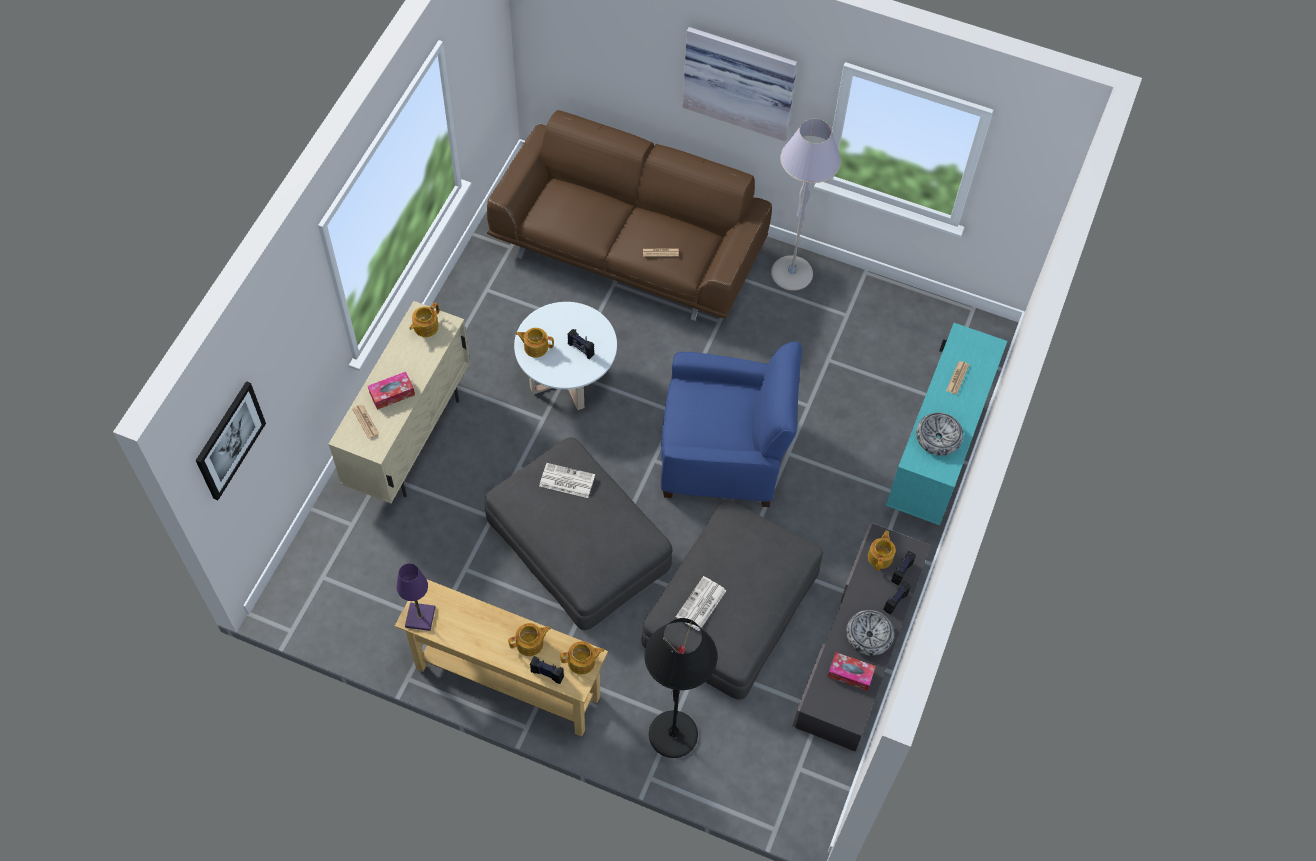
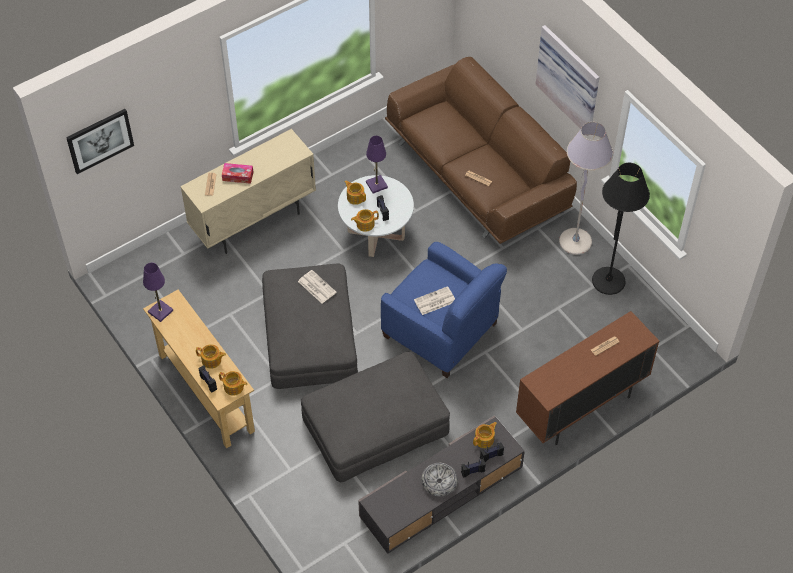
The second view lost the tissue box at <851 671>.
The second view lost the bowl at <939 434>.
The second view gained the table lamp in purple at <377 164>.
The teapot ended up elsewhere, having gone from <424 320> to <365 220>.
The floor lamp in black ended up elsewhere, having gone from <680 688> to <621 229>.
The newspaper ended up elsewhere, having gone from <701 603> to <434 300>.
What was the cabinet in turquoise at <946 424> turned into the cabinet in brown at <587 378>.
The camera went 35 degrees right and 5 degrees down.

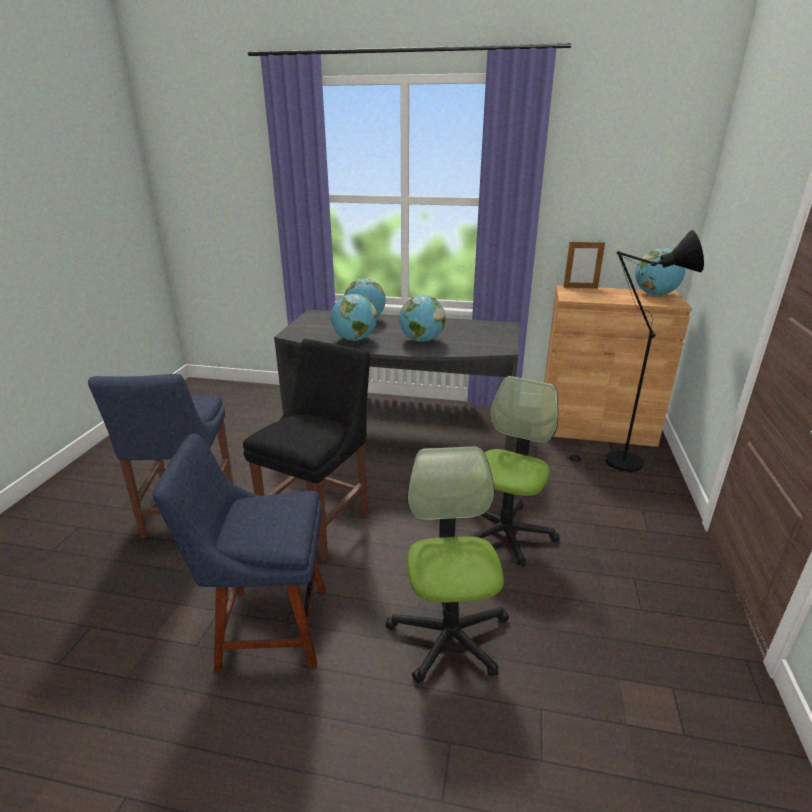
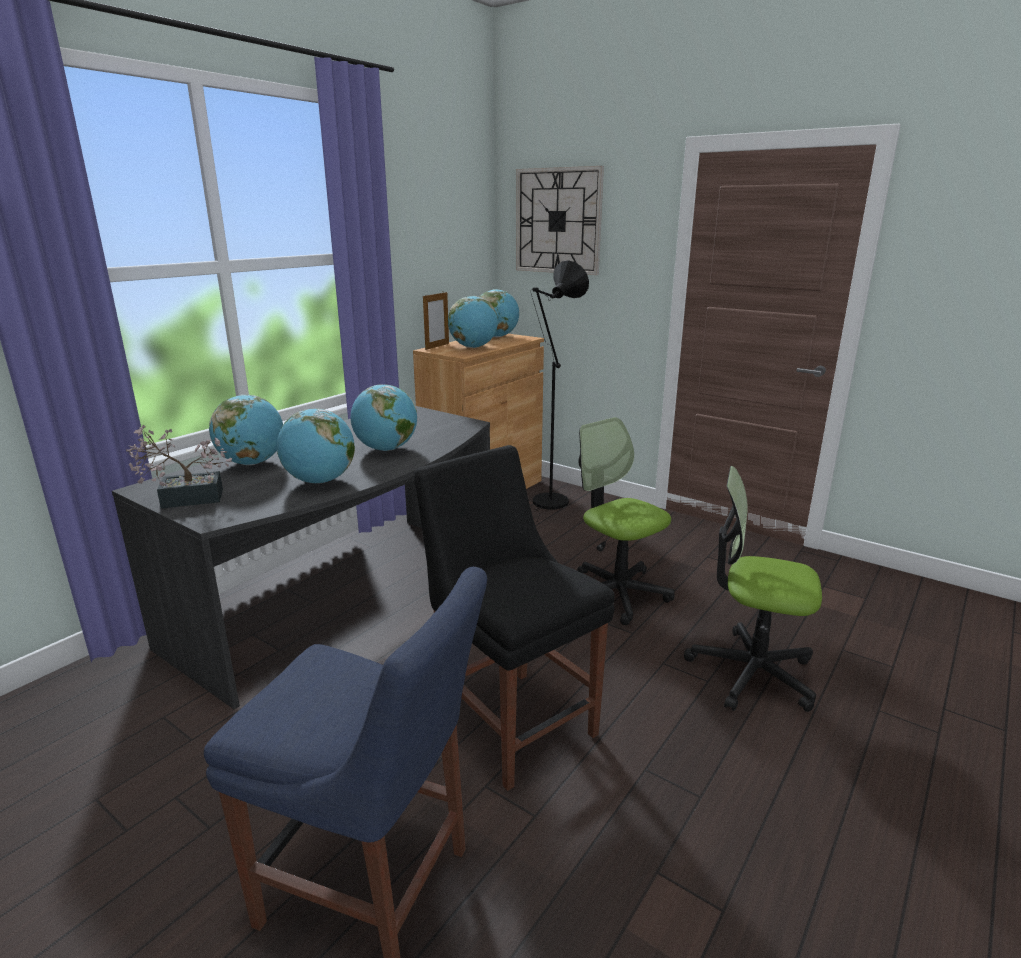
The second view lost the chair in blue at <239 553>.
The second view gained the potted plant at <179 467>.
The second view gained the globe at <473 322>.
The second view gained the wall clock at <560 220>.
The camera went 65 degrees left and 5 degrees down.

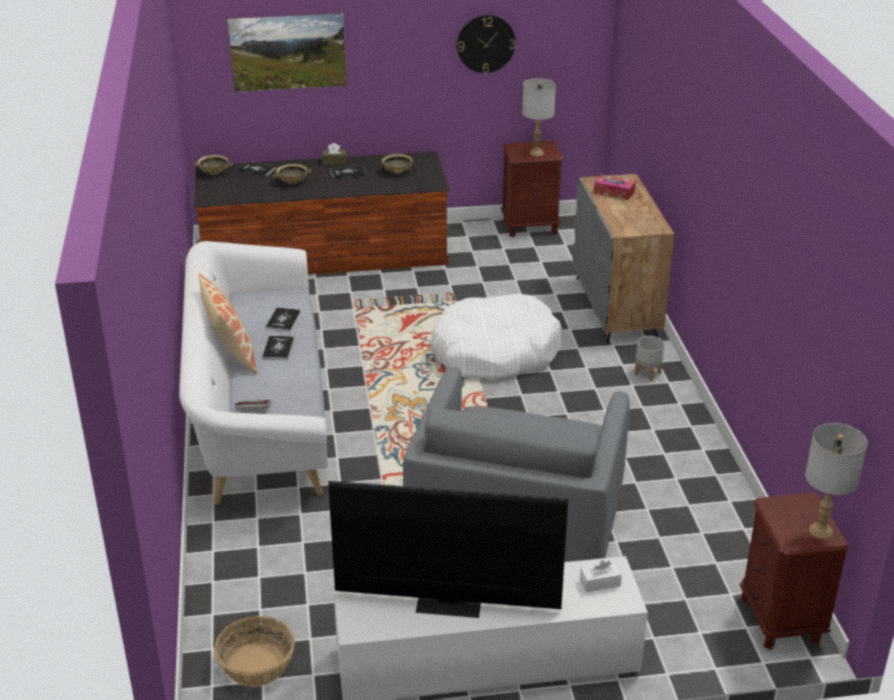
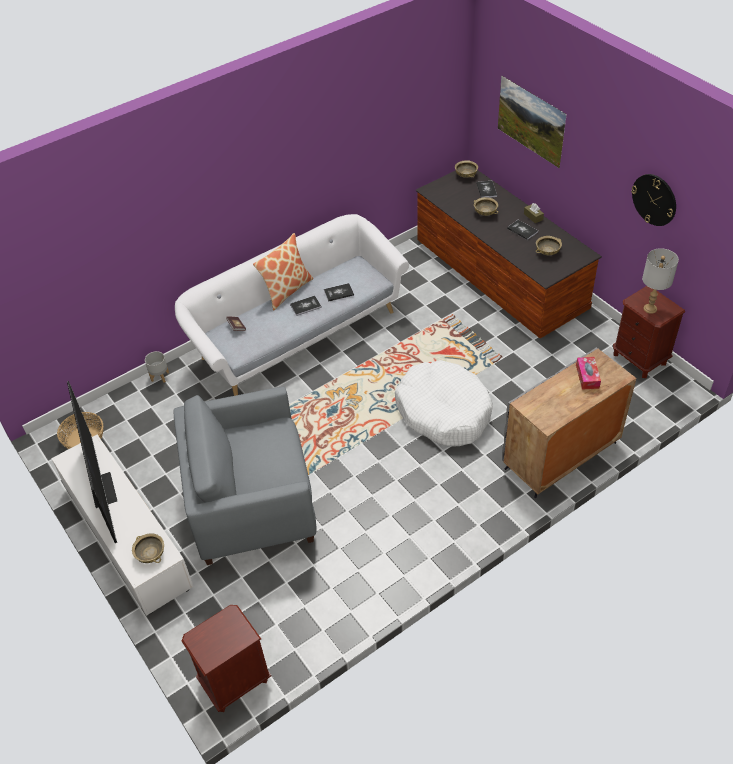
The second view lost the table lamp in grey at <836 481>.
The planter in grey ended up elsewhere, having gone from <649 358> to <157 367>.
Where the tissue box in white stood at <601 576>, the bowl in beige came to stand at <148 548>.
The camera went 65 degrees right and 15 degrees up.

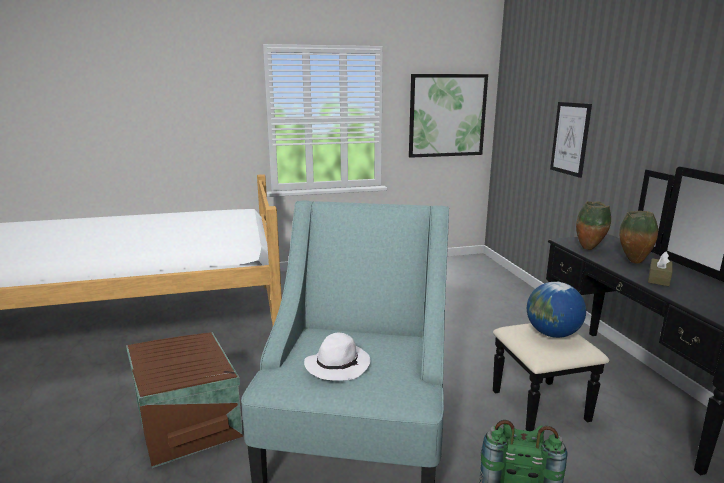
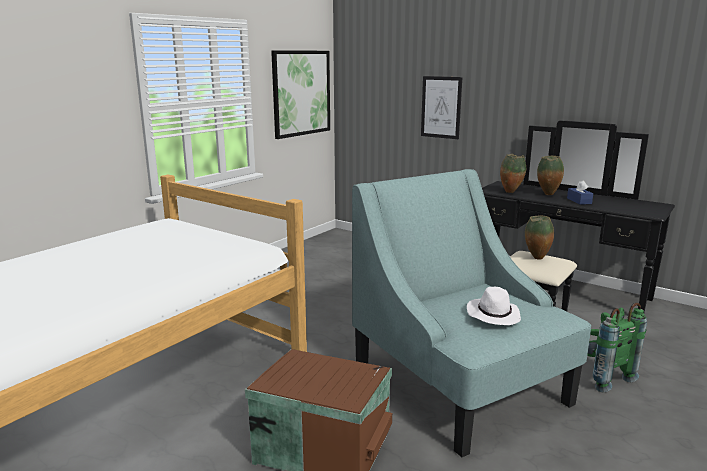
Where the globe stood at <556 310>, the vase came to stand at <539 237>.
What was the tissue box in brown at <660 269> turned into the tissue box in blue at <580 192>.
The camera went 40 degrees left and 0 degrees up.

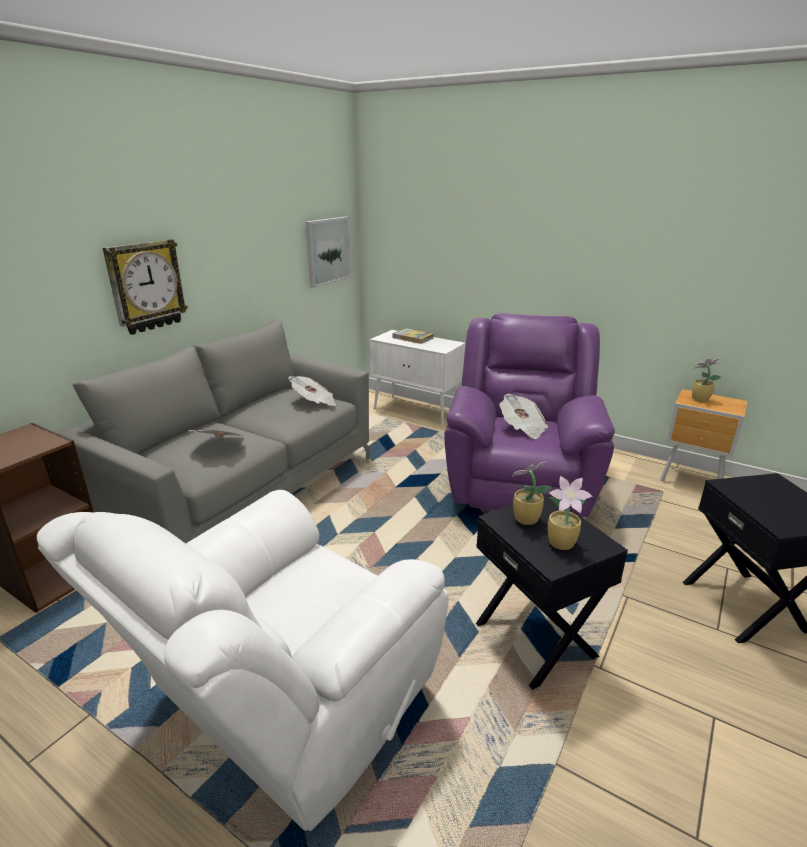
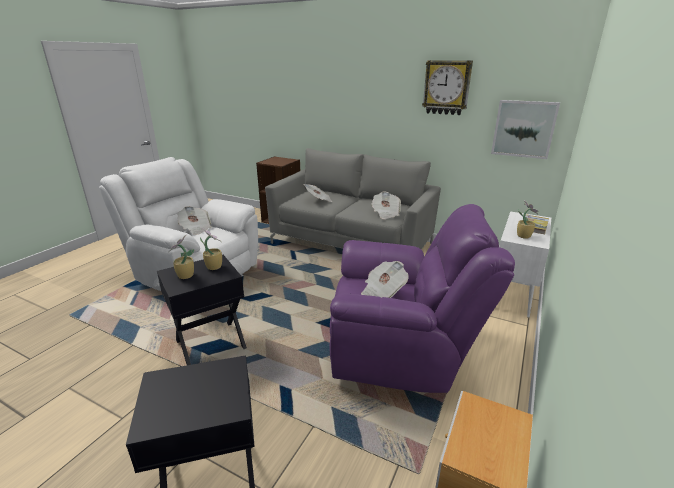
The second view gained the newspaper at <194 220>.
The wall clock ended up elsewhere, having gone from <145 287> to <447 87>.
The potted plant ended up elsewhere, having gone from <706 380> to <528 220>.
The camera went 85 degrees right and 0 degrees up.

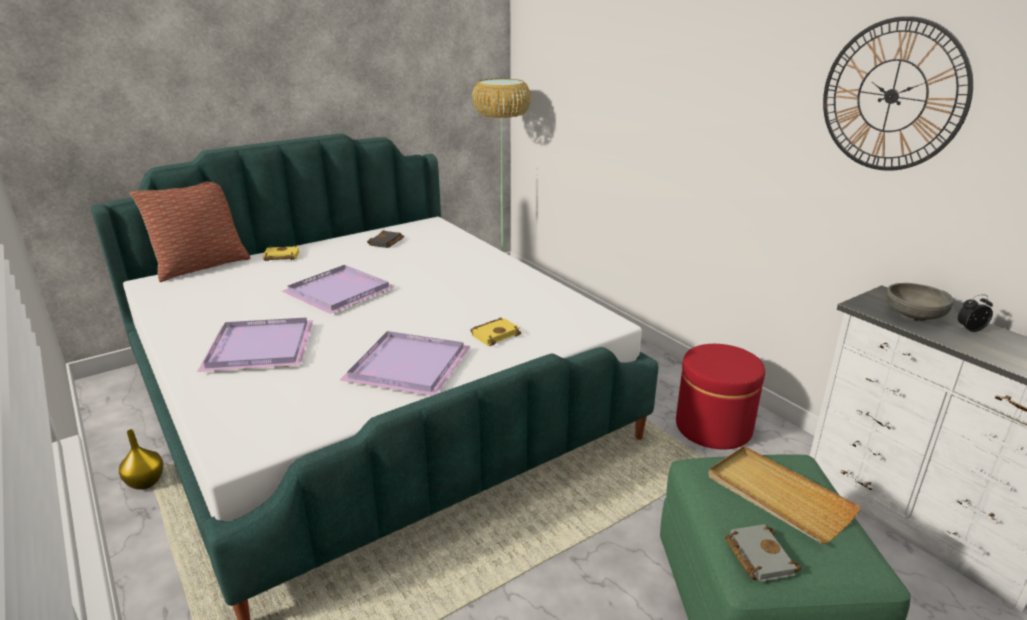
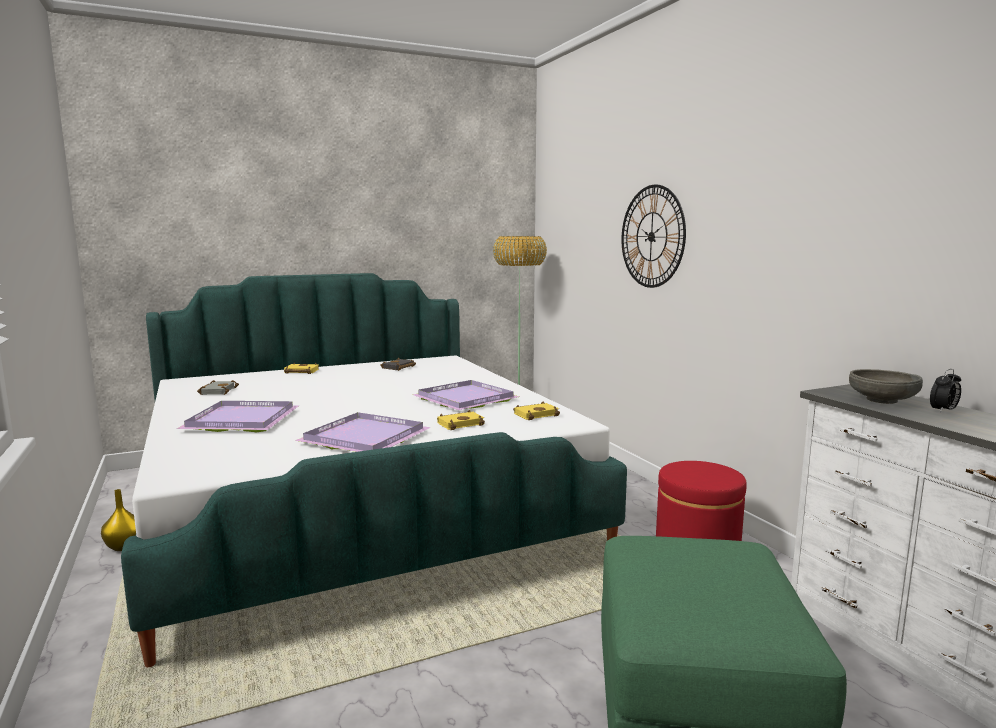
The second view lost the pillow at <190 231>.
The second view lost the tray in beige at <785 495>.
The second view gained the book in yellow at <536 411>.
The tray in purple ended up elsewhere, having gone from <339 289> to <465 395>.
The book in grey ended up elsewhere, having gone from <763 553> to <218 387>.
The wall clock ended up elsewhere, having gone from <898 93> to <654 236>.
The alarm clock at <975 313> ended up facing another way, 150 degrees clockwise from before.
The camera went 10 degrees right and 15 degrees down.

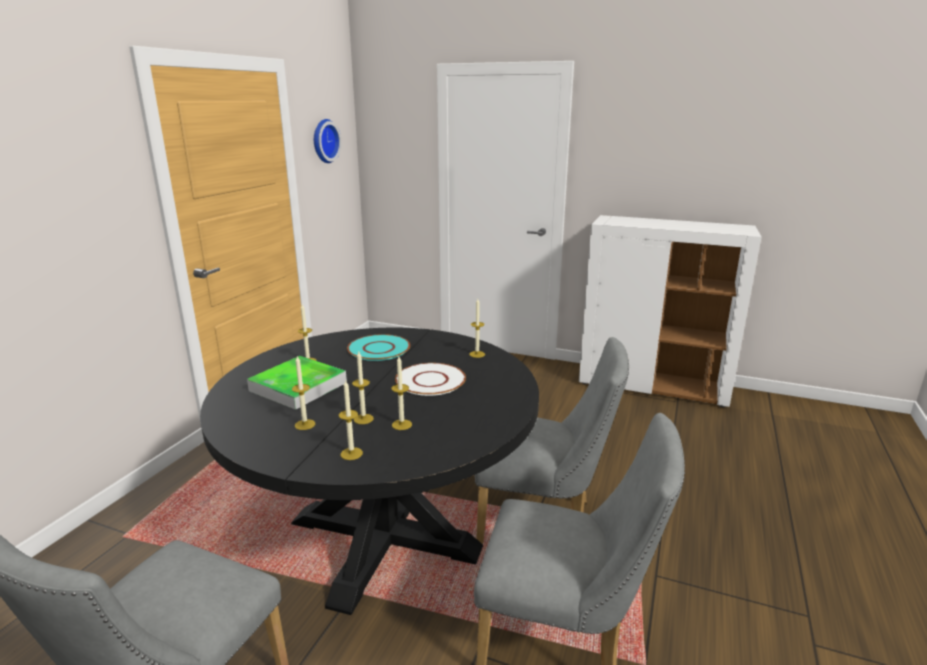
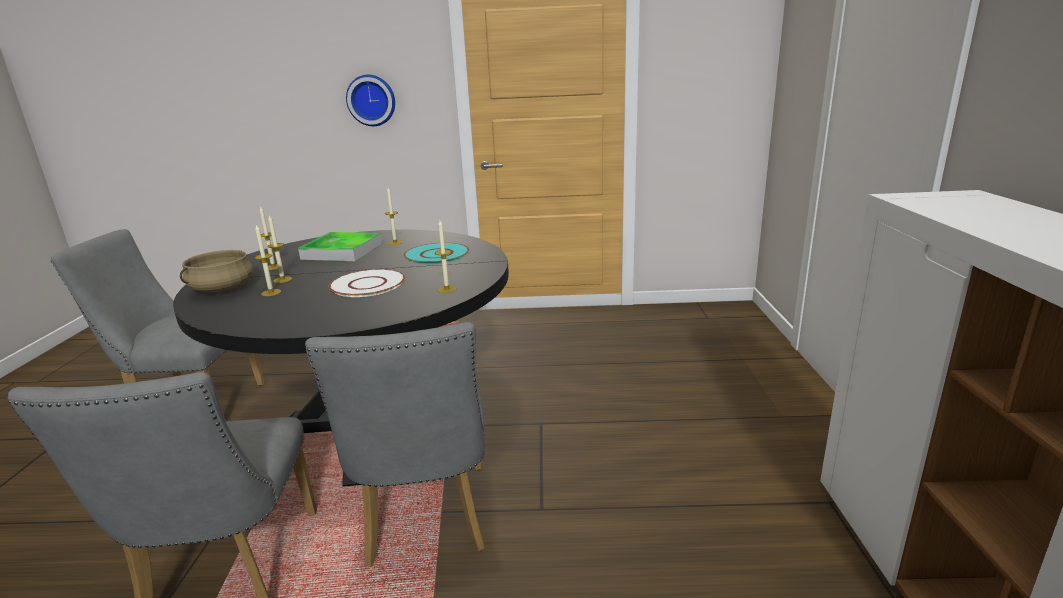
The wall clock ended up elsewhere, having gone from <327 141> to <370 100>.
Where the candle stood at <351 419>, the cooking pot in beige came to stand at <216 271>.
The camera went 70 degrees right and 0 degrees up.

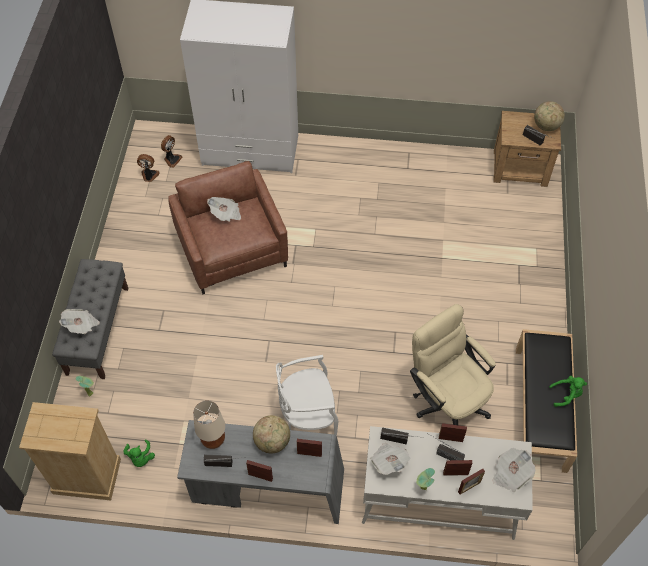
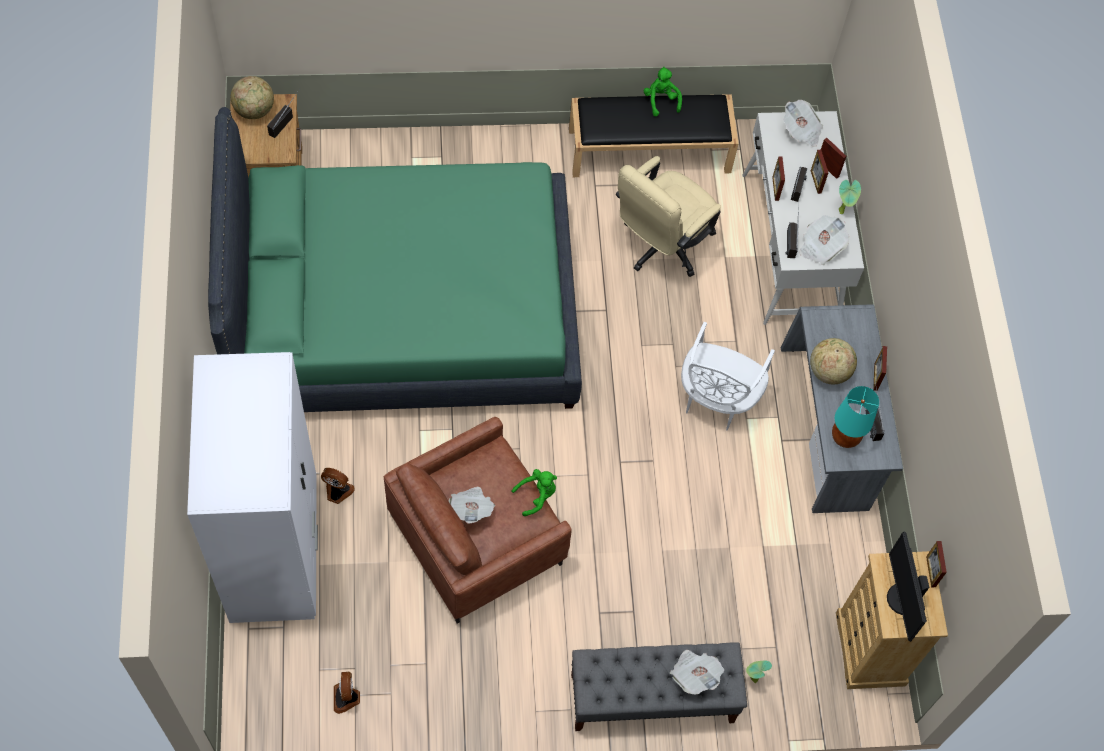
The second view gained the bed in green at <395 259>.
The second view gained the monitor at <908 586>.
The plush toy in green ended up elsewhere, having gone from <139 453> to <534 492>.
The fan ended up elsewhere, having gone from <172 151> to <338 486>.
The picture frame ended up elsewhere, having gone from <309 448> to <936 564>.
What was the table lamp in beige at <209 425> turned into the table lamp in turquoise at <855 417>.
The chair in white at <307 395> ended up facing another way, 45 degrees clockwise from before.
The camera went 105 degrees left and 5 degrees up.

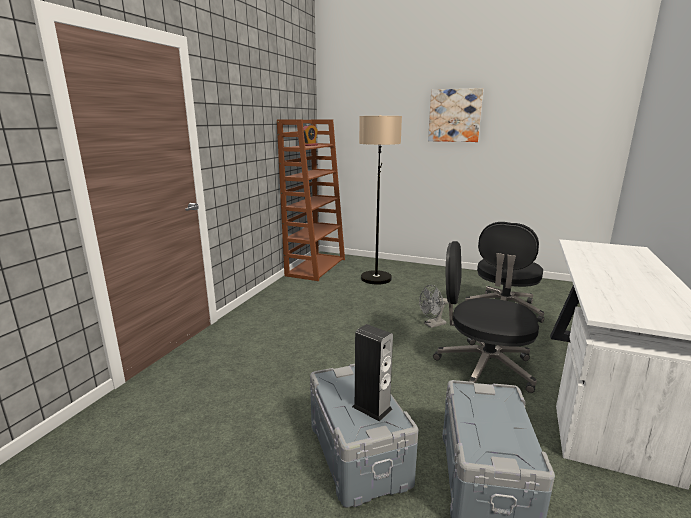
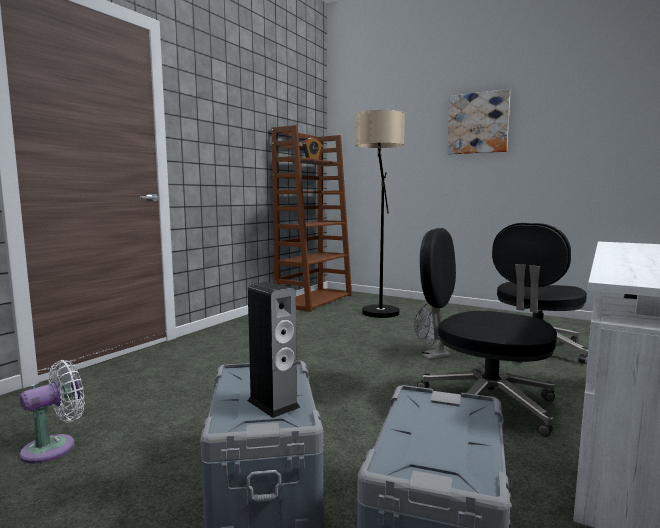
The second view gained the fan in white at <52 412>.
The camera went 10 degrees right and 10 degrees down.

